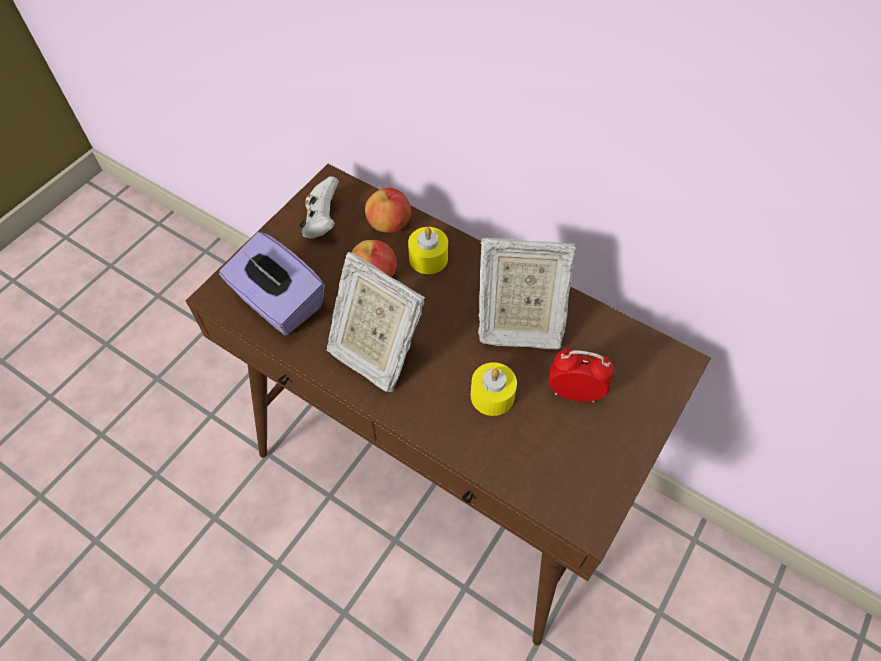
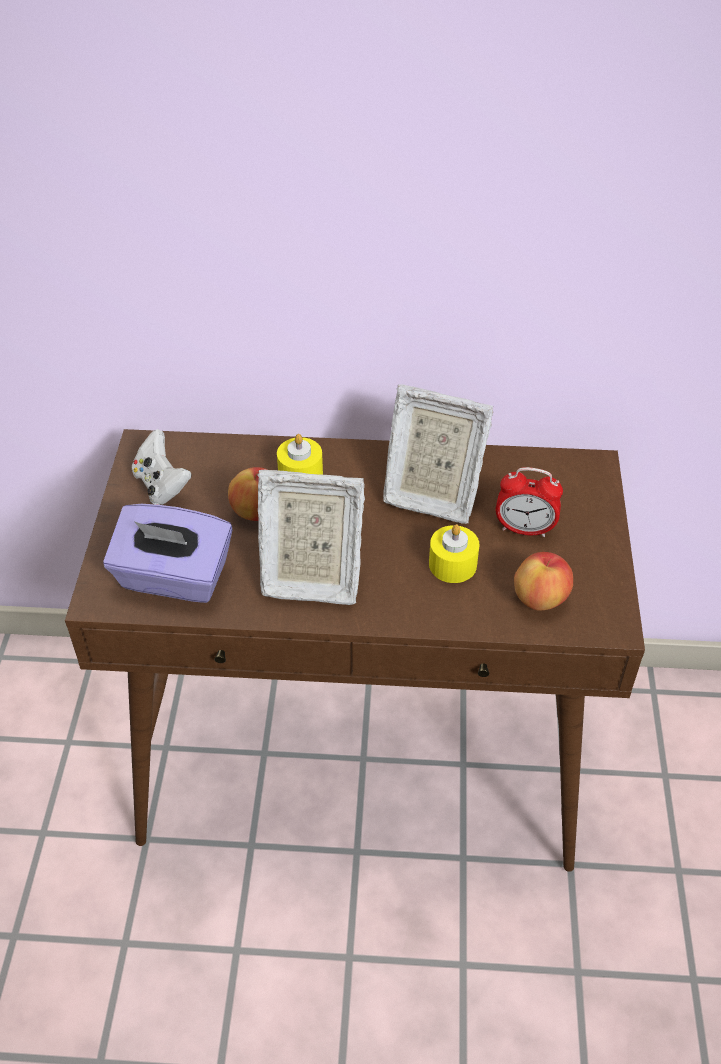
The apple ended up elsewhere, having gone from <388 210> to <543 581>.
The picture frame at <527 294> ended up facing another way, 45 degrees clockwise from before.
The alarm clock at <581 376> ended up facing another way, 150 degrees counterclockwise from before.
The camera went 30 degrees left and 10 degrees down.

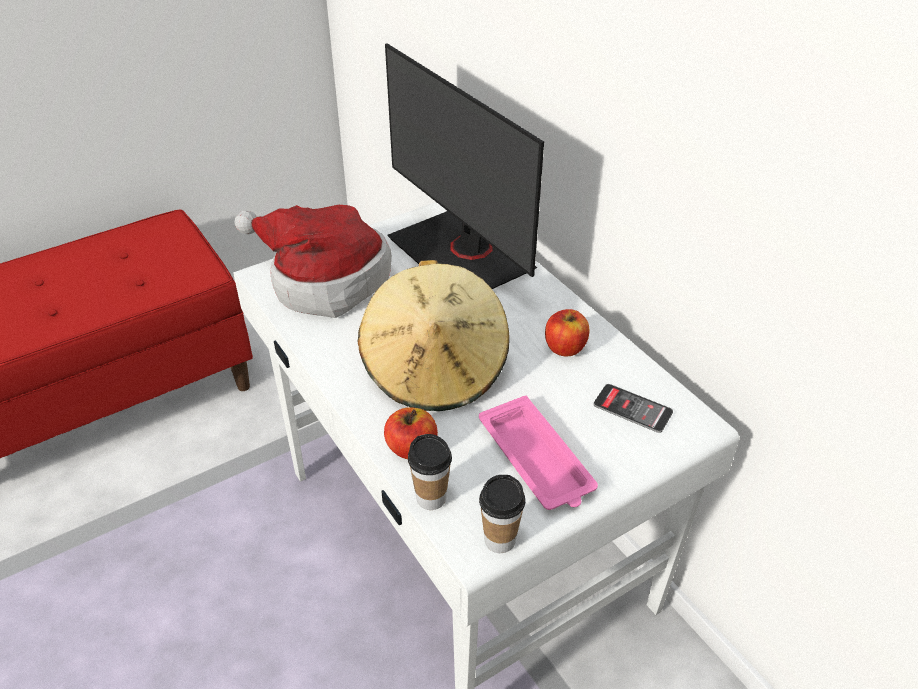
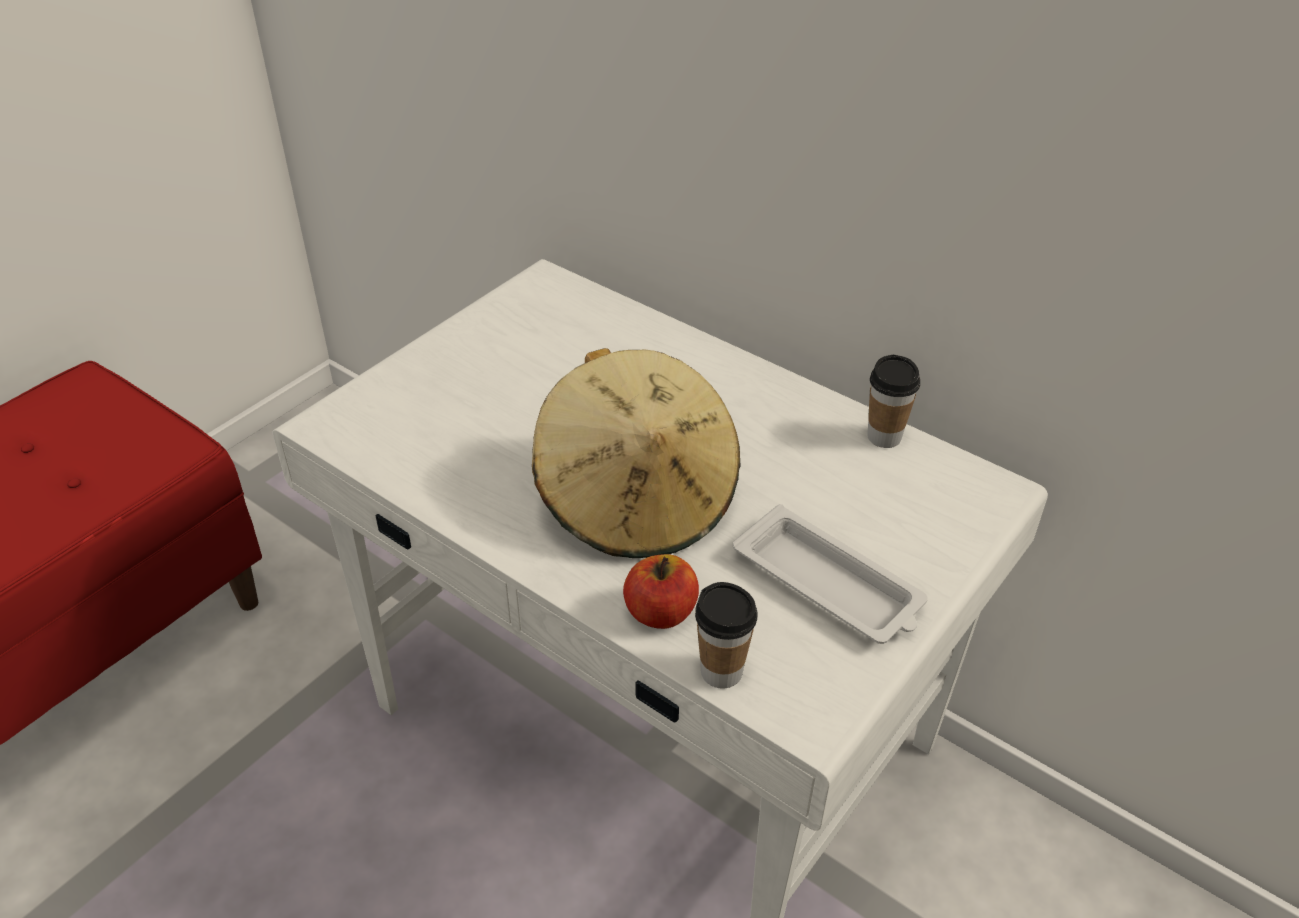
The second view lost the hat at <313 261>.
The second view lost the monitor at <464 166>.
The second view lost the apple at <567 333>.
The second view lost the phone at <633 408>.
The cup ended up elsewhere, having gone from <502 514> to <893 401>.
What was the tray in pink at <538 453> turned into the tray in white at <830 574>.
The camera went 20 degrees left and 0 degrees up.

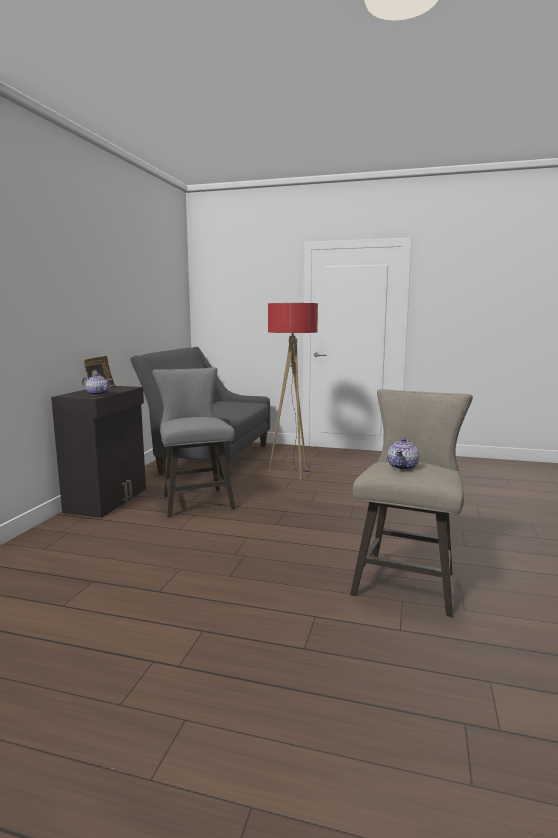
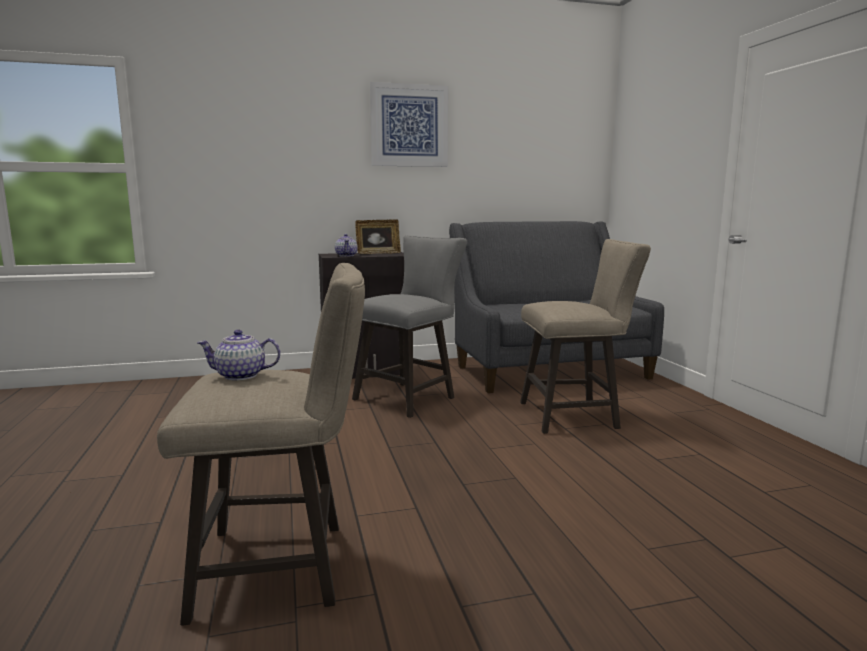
The second view gained the picture at <409 124>.
Where the floor lamp stood at <293 391>, the stool in beige came to stand at <585 336>.
The camera went 60 degrees right and 0 degrees up.

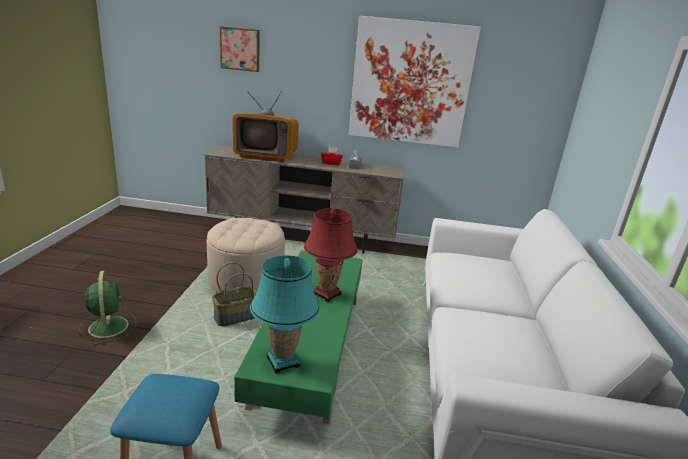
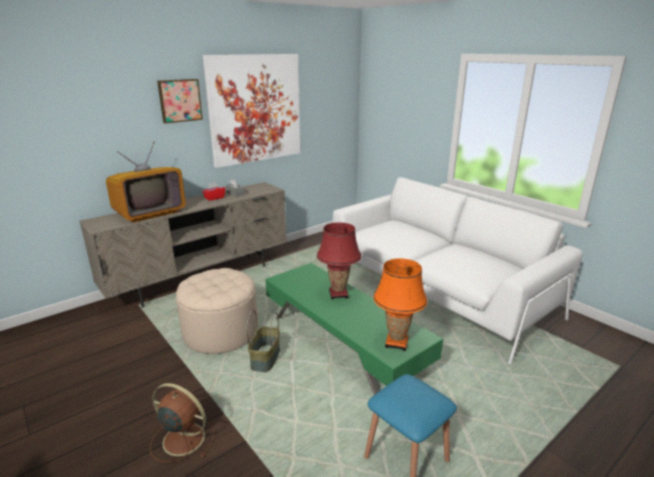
The picture ended up elsewhere, having gone from <240 49> to <180 101>.
What was the fan in green at <107 308> turned into the fan in brown at <182 422>.
What was the table lamp in turquoise at <285 314> turned into the table lamp in orange at <400 304>.
The camera went 45 degrees left and 0 degrees up.

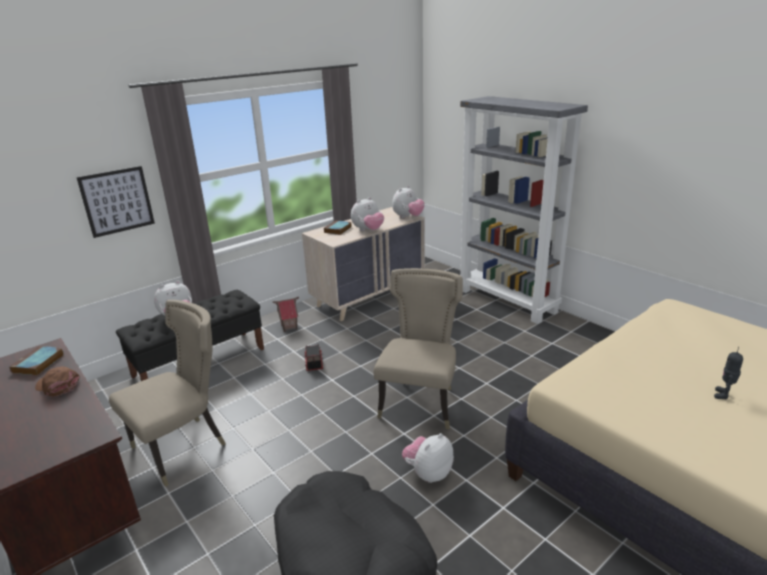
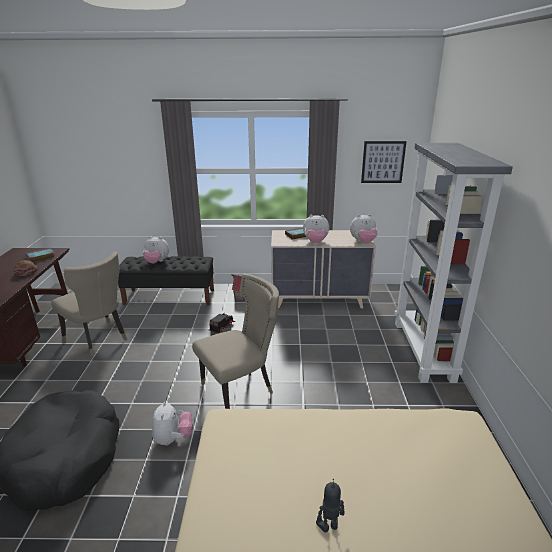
The picture ended up elsewhere, having gone from <115 202> to <384 162>.
The chair in beige at <167 393> ended up facing another way, 45 degrees clockwise from before.
The plush toy at <428 458> ended up facing another way, 90 degrees clockwise from before.
The camera went 40 degrees right and 0 degrees up.

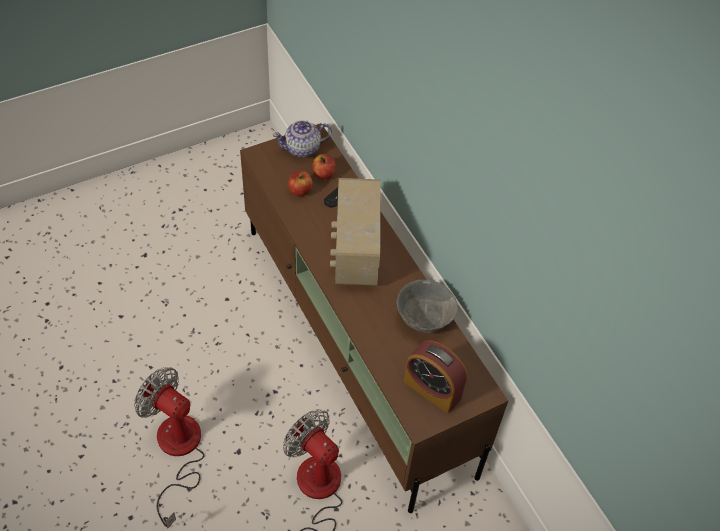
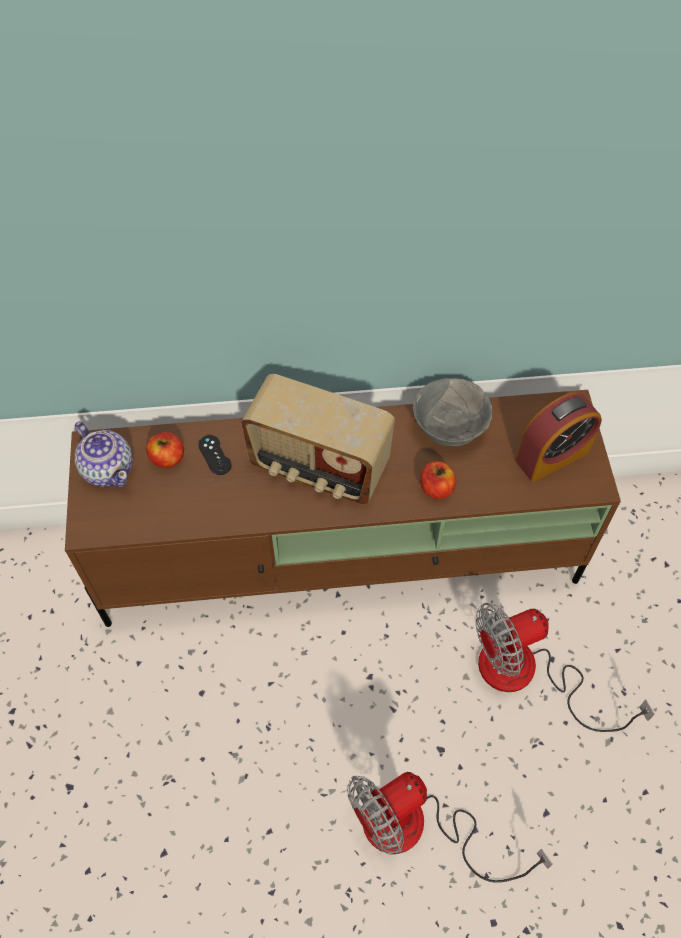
The apple ended up elsewhere, having gone from <300 183> to <438 480>.
The teapot at <302 139> ended up facing another way, 45 degrees counterclockwise from before.
The camera went 65 degrees left and 5 degrees up.

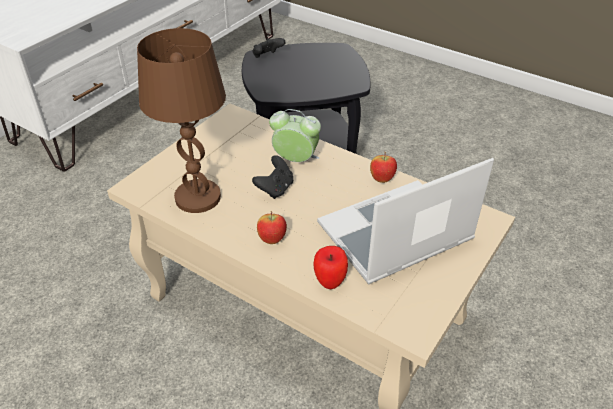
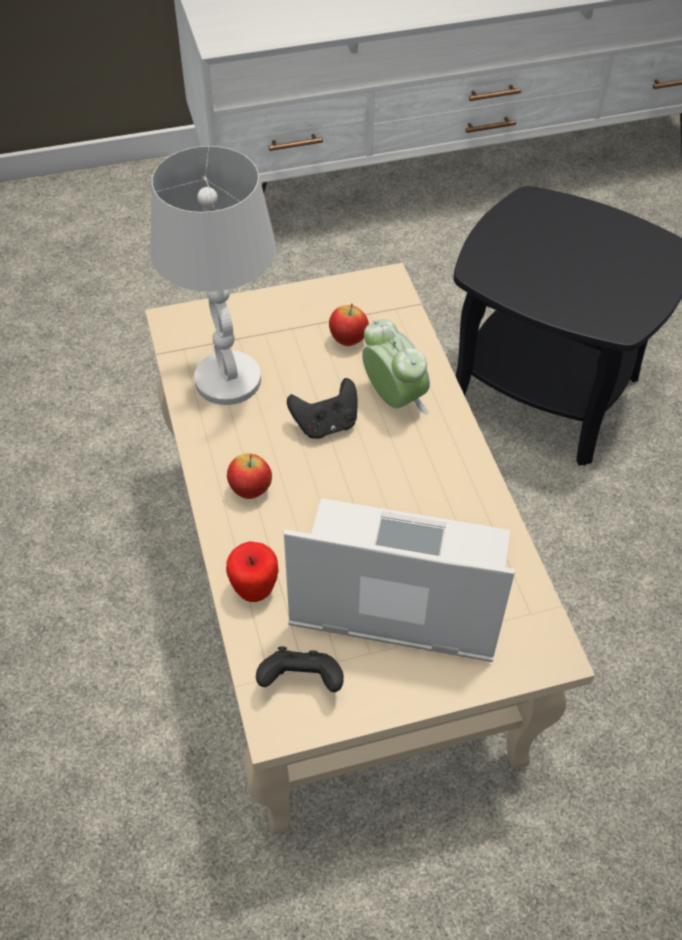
The game controller in black ended up elsewhere, having gone from <269 48> to <300 669>.
The apple ended up elsewhere, having gone from <383 167> to <349 325>.
What was the table lamp in brown at <181 120> turned into the table lamp in white at <213 275>.
The camera went 40 degrees right and 10 degrees up.

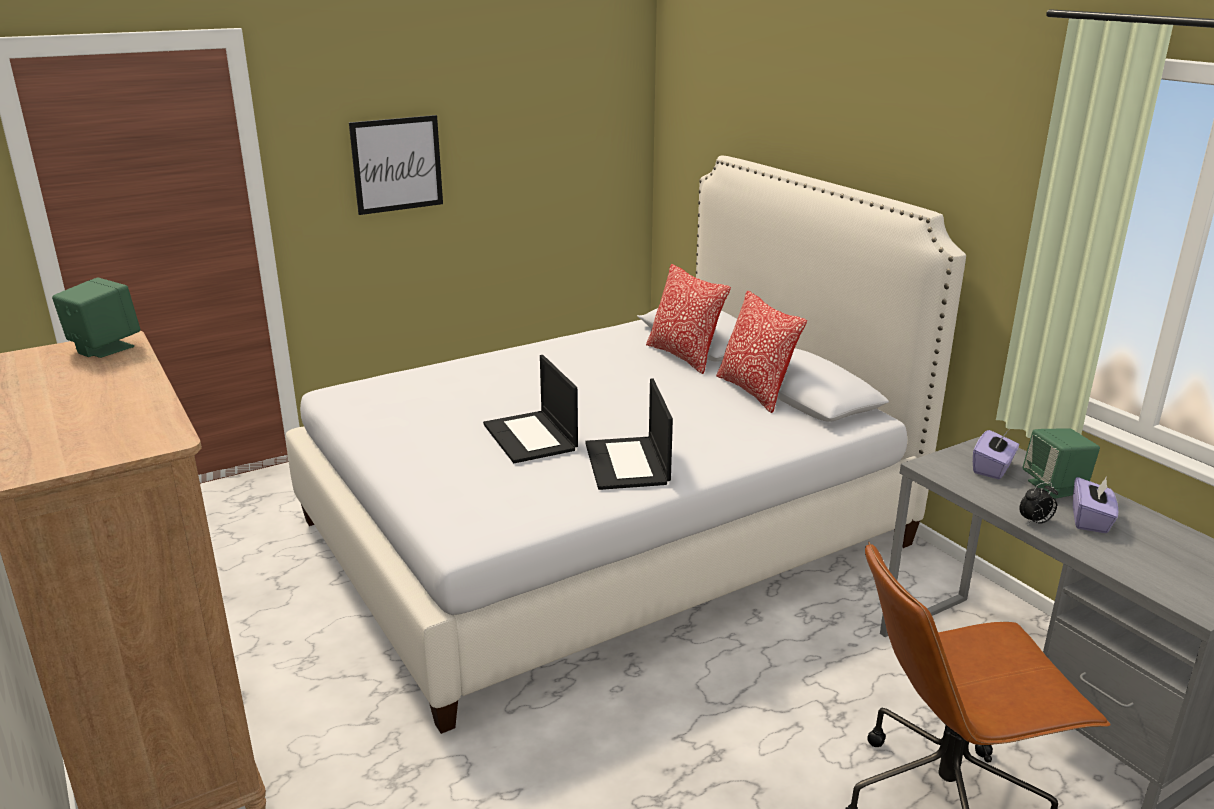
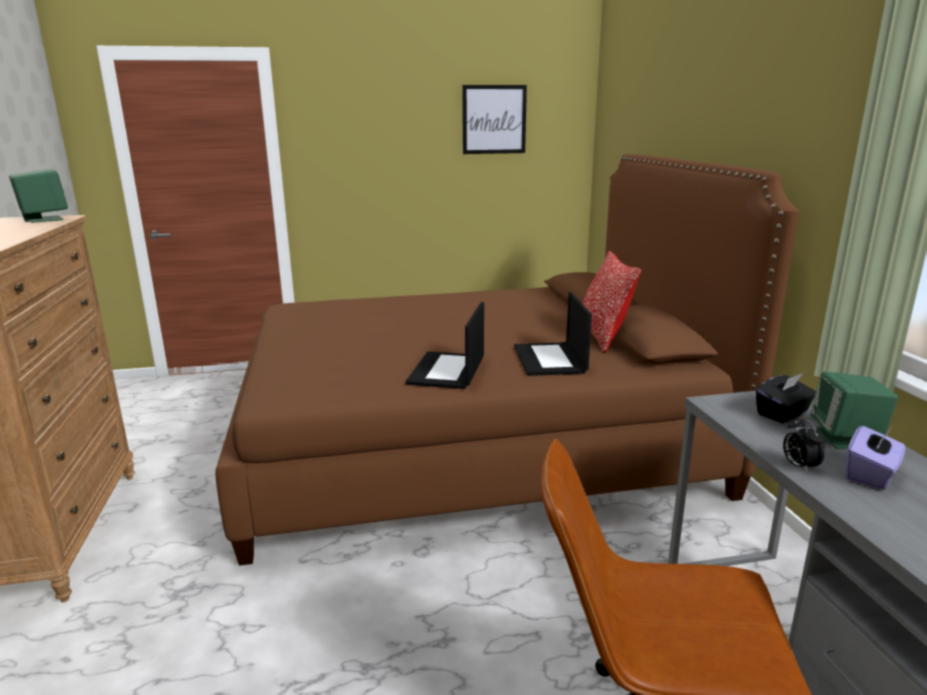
The second view lost the pillow at <688 319>.
The picture ended up elsewhere, having gone from <396 165> to <494 119>.
The laptop ended up elsewhere, having gone from <530 409> to <553 334>.
What was the bed in white at <626 445> turned into the bed in brown at <507 360>.
What was the tissue box in purple at <996 454> turned into the tissue box in black at <786 398>.
The alarm clock at <1038 503> ended up facing another way, 75 degrees clockwise from before.
The camera went 20 degrees right and 5 degrees down.

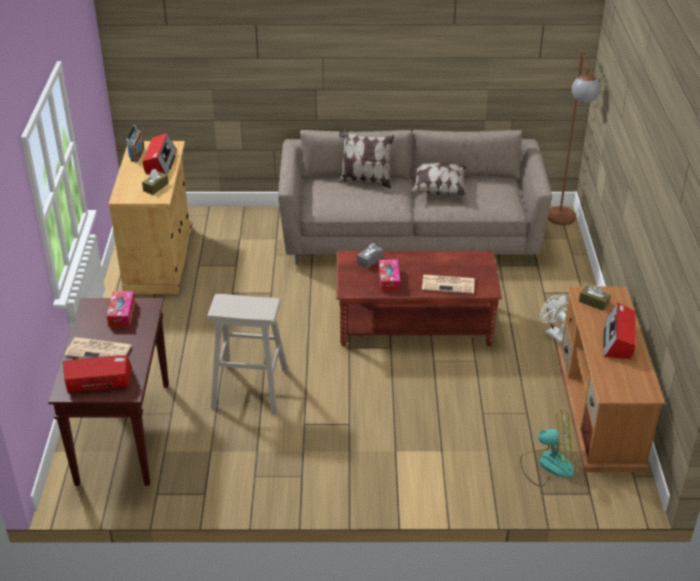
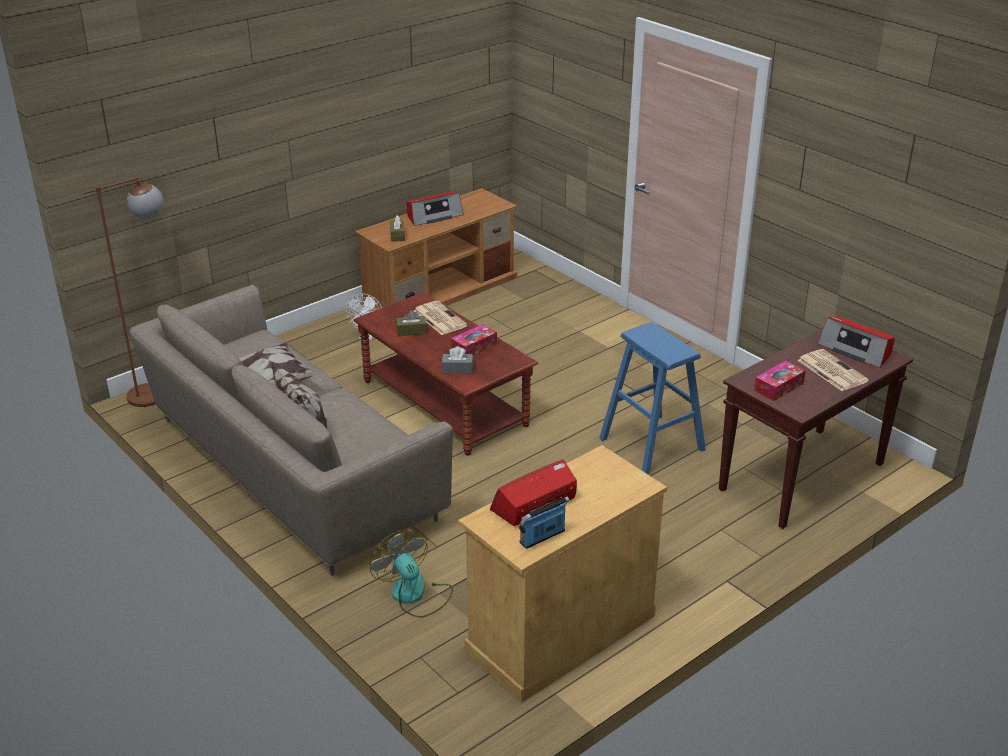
The tissue box in brown ended up elsewhere, having gone from <155 182> to <411 323>.
The fan ended up elsewhere, having gone from <547 448> to <411 573>.
What was the stool in beige at <247 354> turned into the stool in blue at <652 398>.
The camera went 130 degrees left and 5 degrees down.

